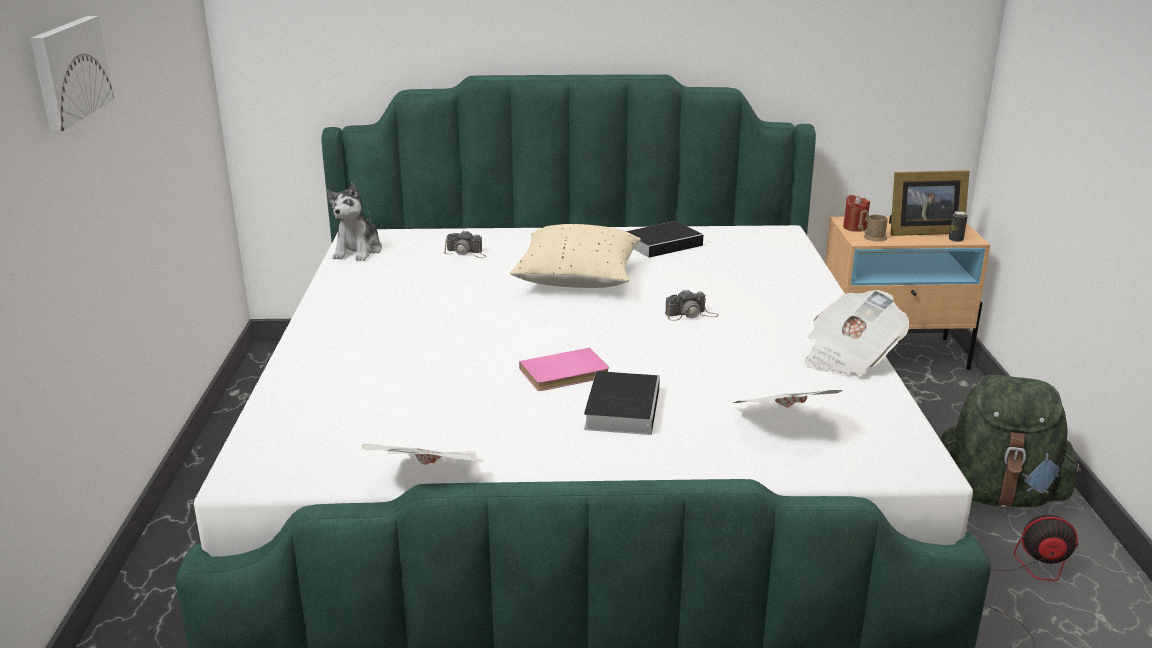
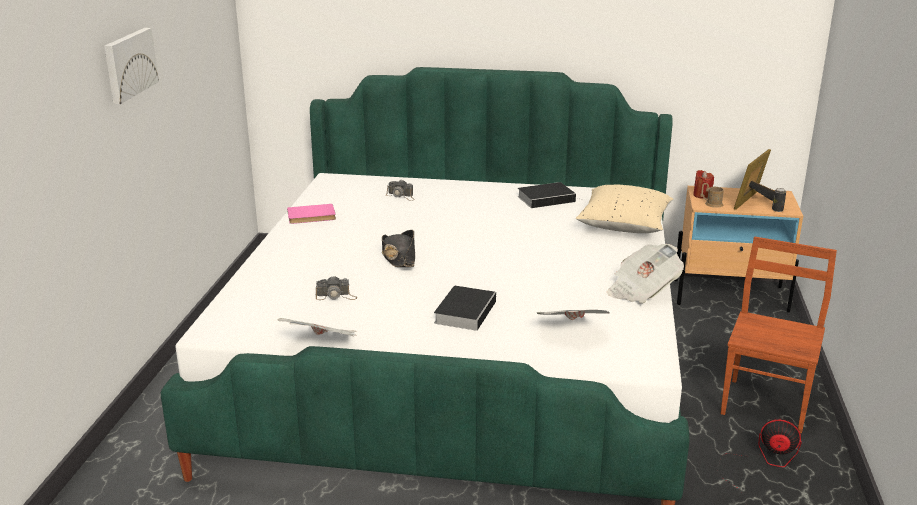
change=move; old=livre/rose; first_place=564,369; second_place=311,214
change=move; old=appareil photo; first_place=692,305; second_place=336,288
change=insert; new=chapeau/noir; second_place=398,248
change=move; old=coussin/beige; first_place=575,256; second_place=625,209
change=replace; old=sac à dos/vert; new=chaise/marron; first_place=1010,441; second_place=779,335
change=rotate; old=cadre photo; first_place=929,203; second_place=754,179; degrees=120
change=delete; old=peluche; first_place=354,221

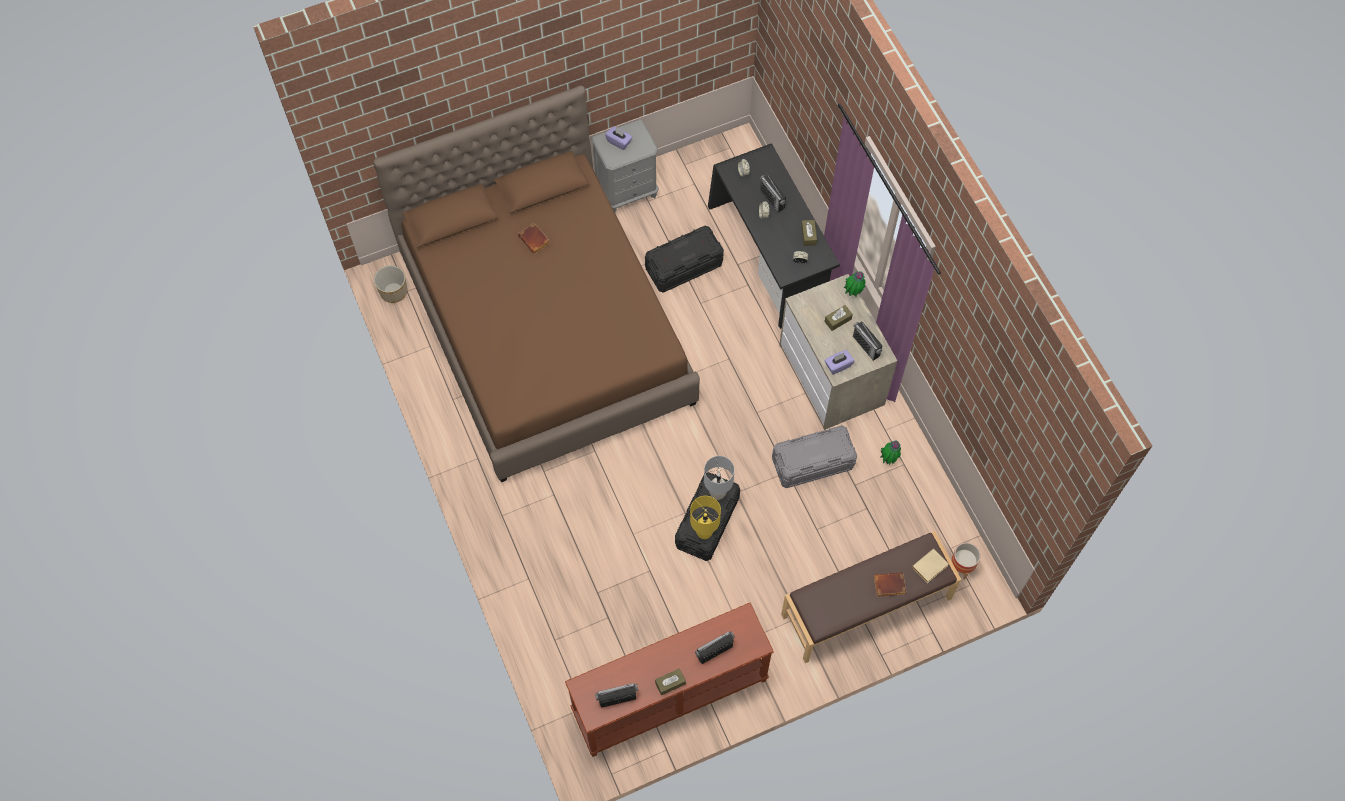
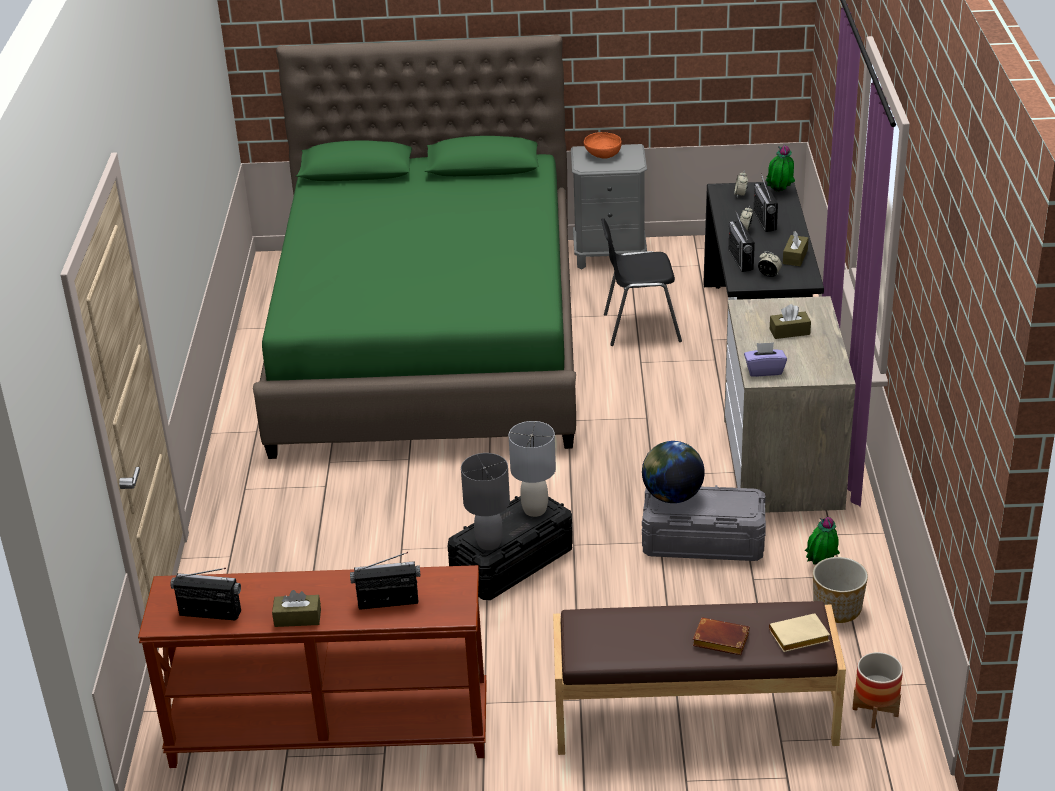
change=recolor; old=lit/marron; new=lit/vert; first_place=536,283; second_place=414,247
change=recolor; old=lampe de table/jaune; new=lampe de table/gris; first_place=705,517; second_place=485,501
change=replace; old=boîte à mouchoirs/violet; new=bol/orange; first_place=619,138; second_place=603,145
change=replace; old=boîte de rangement/noir; new=chaise/noir; first_place=684,259; second_place=641,282
change=insert; new=globe; second_place=673,472
change=move; old=radio; first_place=868,341; second_place=742,241
change=move; old=plante en pot; first_place=855,283; second_place=780,168
change=move; old=cache-pot; first_place=390,284; second_place=840,590
change=delete; old=livre/marron; first_place=534,238

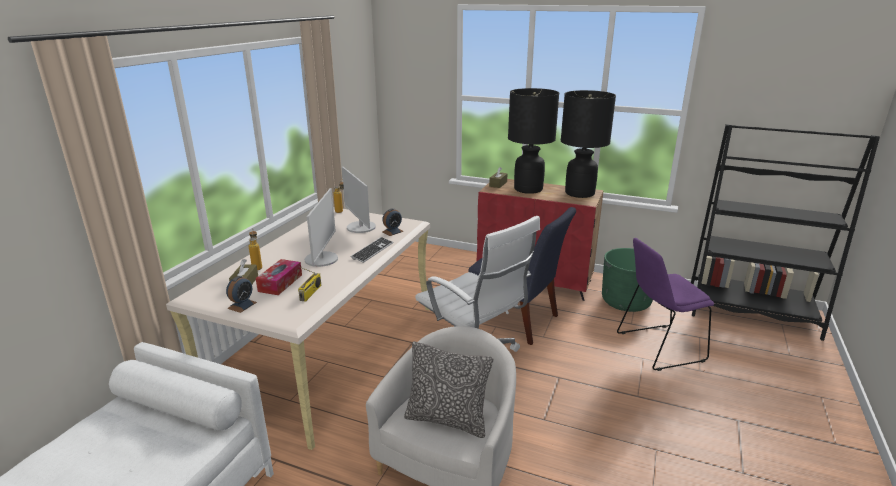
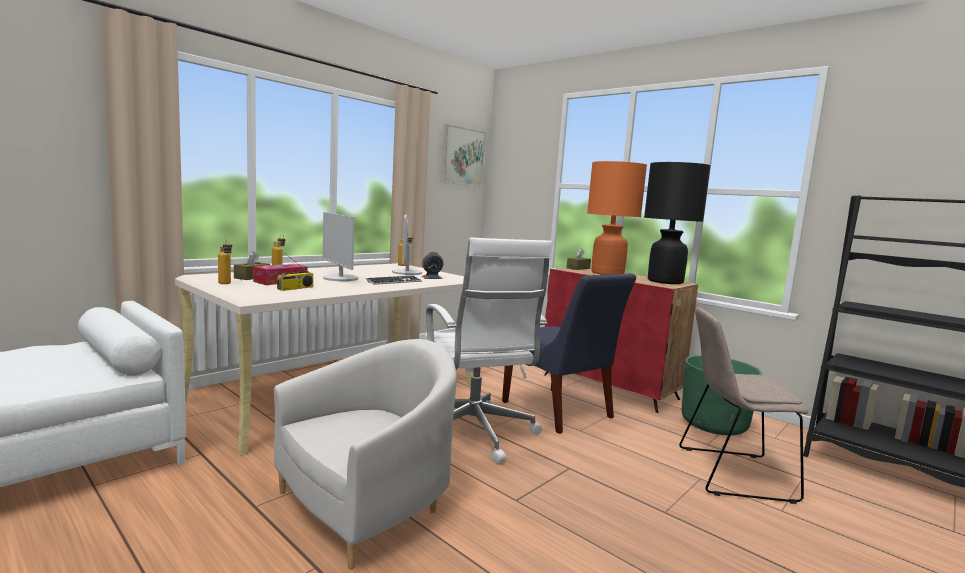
change=replace; old=réveil; new=bouteille; first_place=241,294; second_place=225,261
change=rotate; old=écran d'ordinateur; first_place=321,227; second_place=340,246; degrees=120
change=insert; new=tableau; second_place=464,155
change=recolor; old=lampe de table/noir; new=lampe de table/orange; first_place=533,141; second_place=617,218
change=recolor; old=chaise/violet; new=chaise/beige; first_place=665,304; second_place=743,405
change=delete; old=coussin; first_place=449,389

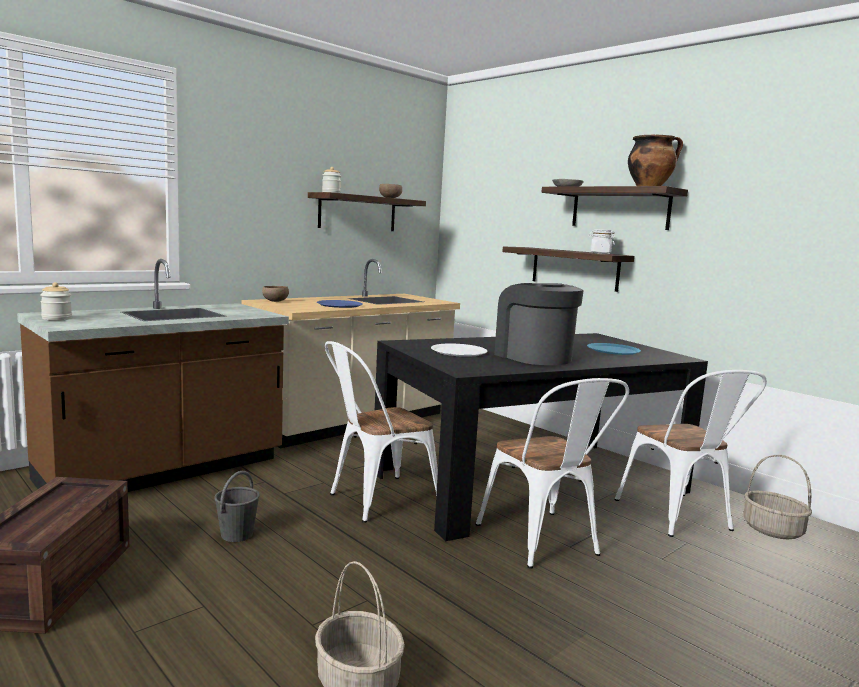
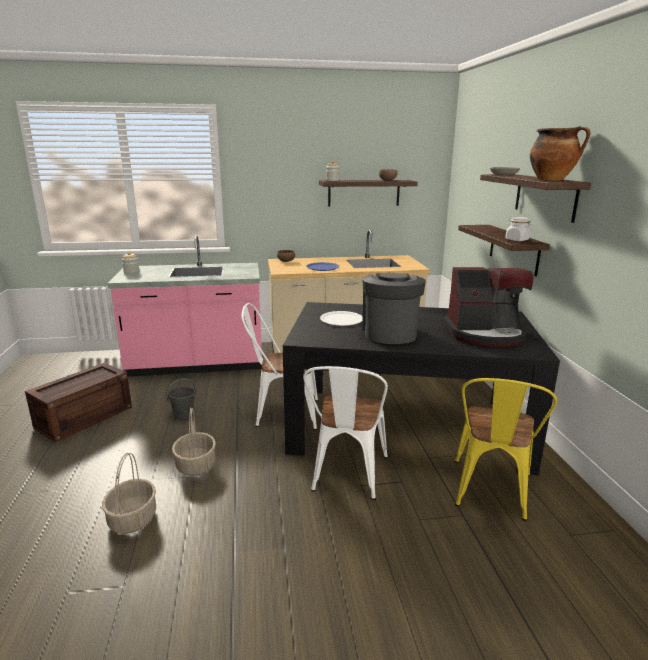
change=recolor; old=comptoir de cuisine/marron; new=comptoir de cuisine/rose; first_place=153,375; second_place=184,306
change=move; old=panier; first_place=777,497; second_place=194,442
change=replace; old=assiette/bleu; new=machine à café; first_place=614,349; second_place=488,307
change=recolor; old=chaise/blanc; new=chaise/jaune; first_place=690,453; second_place=506,449

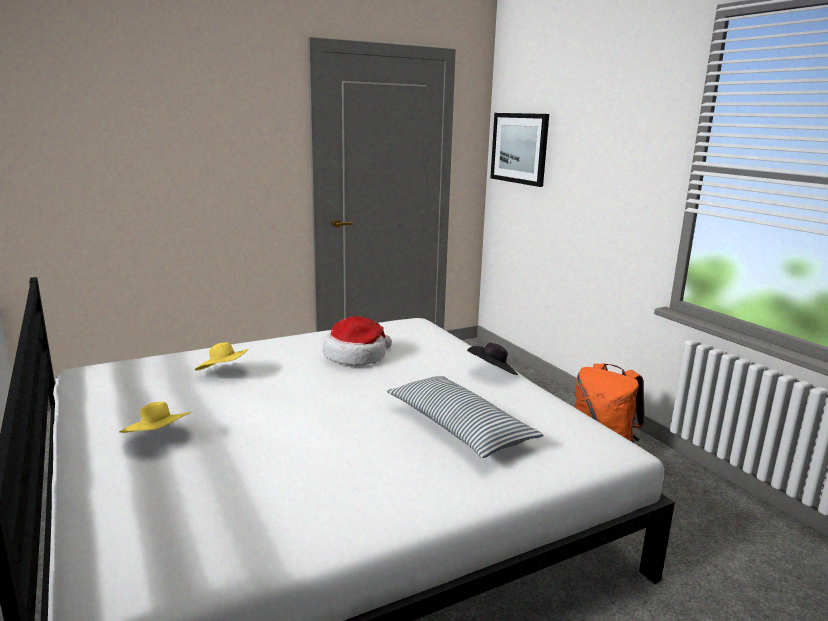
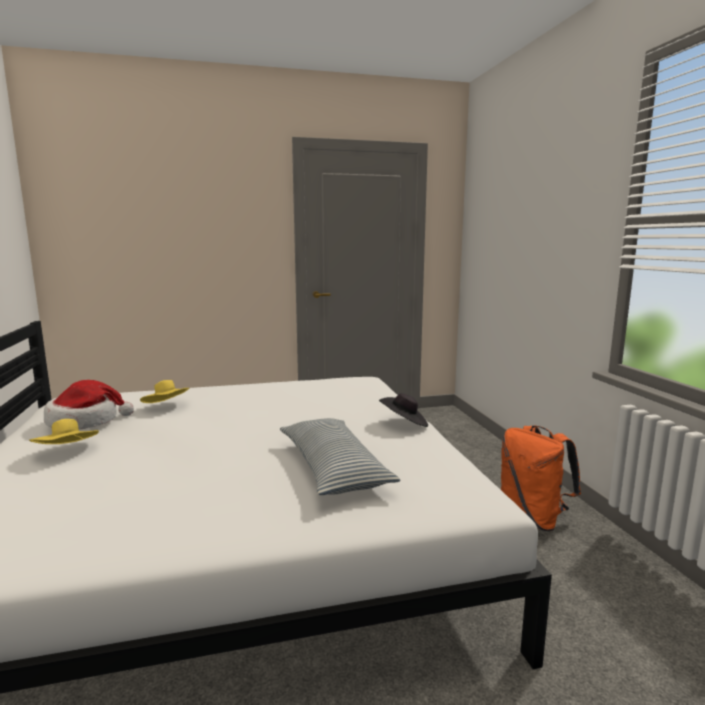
change=move; old=chapeau; first_place=357,340; second_place=89,405
change=delete; old=tableau; first_place=519,150

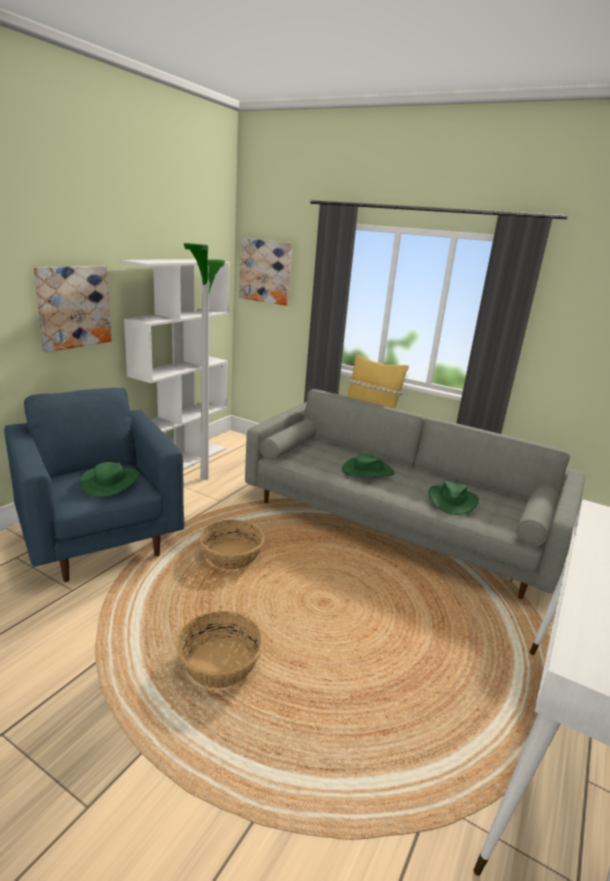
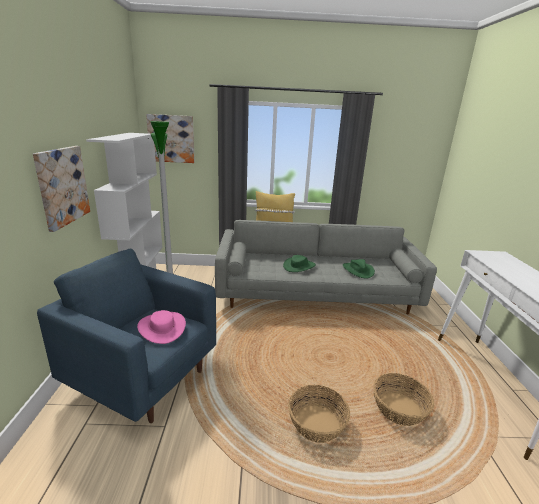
change=recolor; old=chapeau/vert; new=chapeau/rose; first_place=109,480; second_place=161,327
change=move; old=panier; first_place=231,545; second_place=403,399

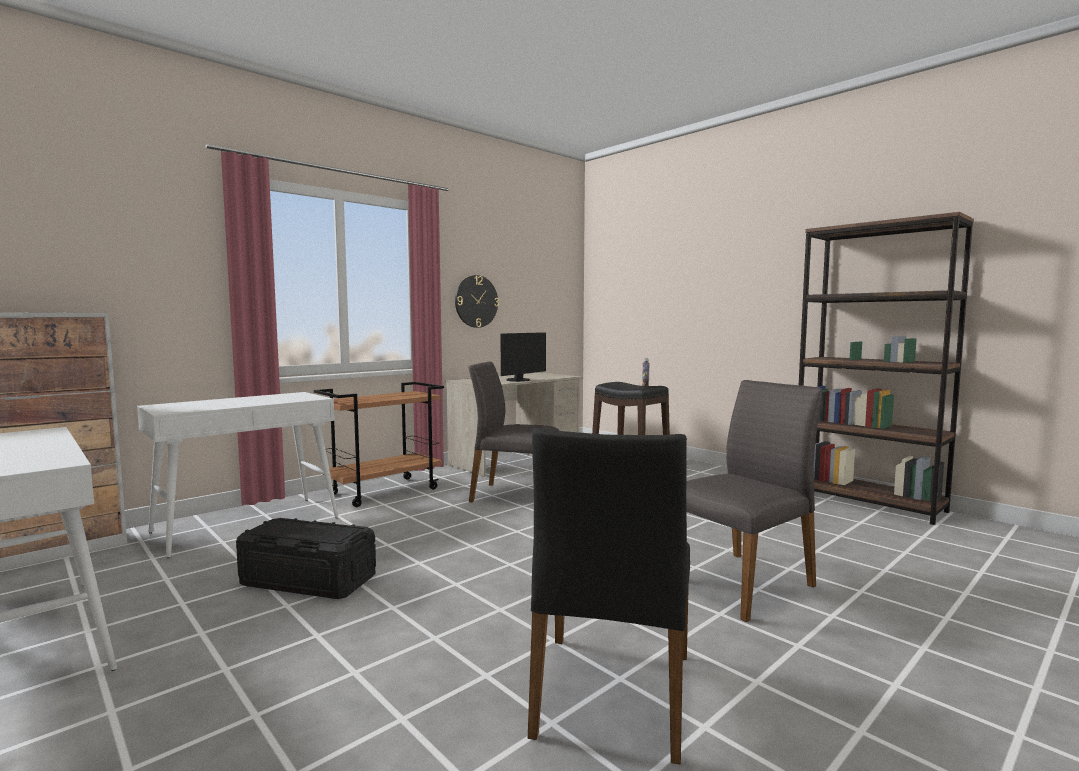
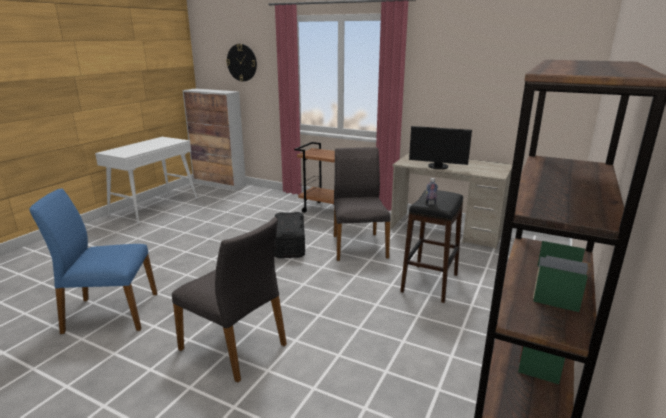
change=recolor; old=chaise/noir; new=chaise/bleu; first_place=609,596; second_place=93,261
change=move; old=horloge murale; first_place=477,301; second_place=241,63
change=move; old=boîte de rangement/noir; first_place=306,558; second_place=289,235
change=delete; old=table console/blanc; first_place=237,475

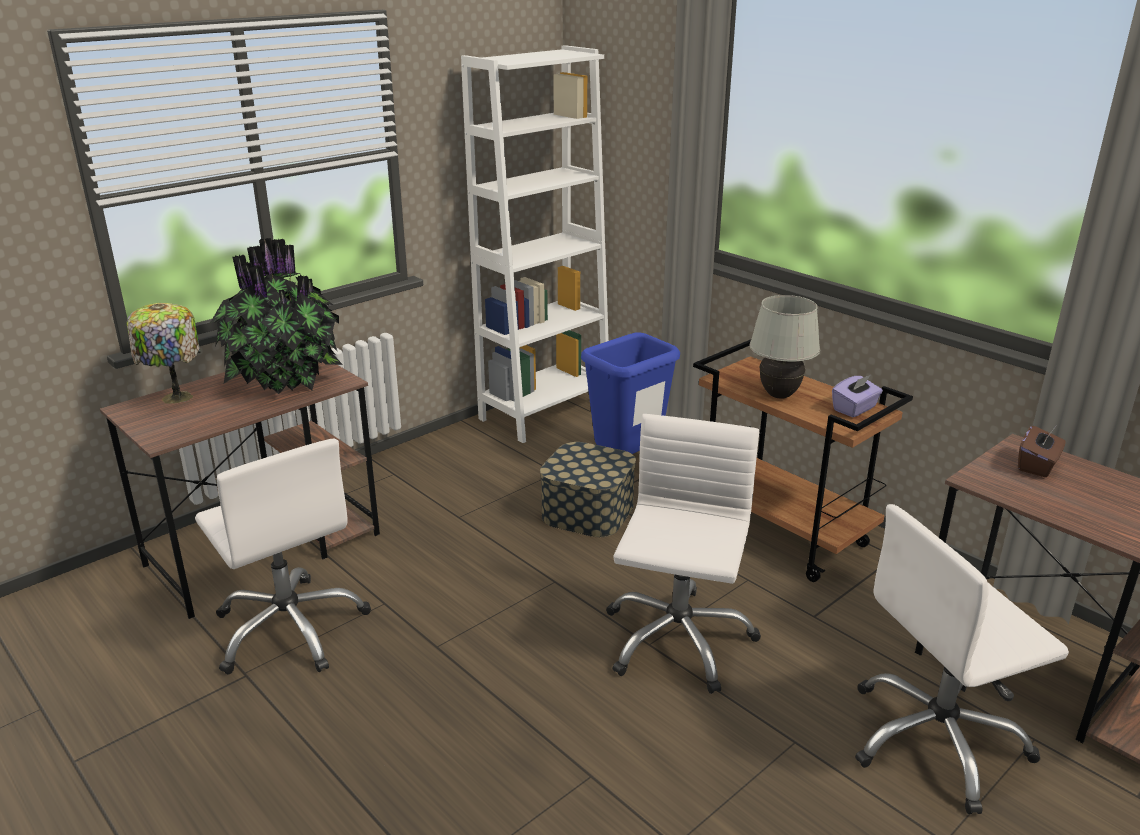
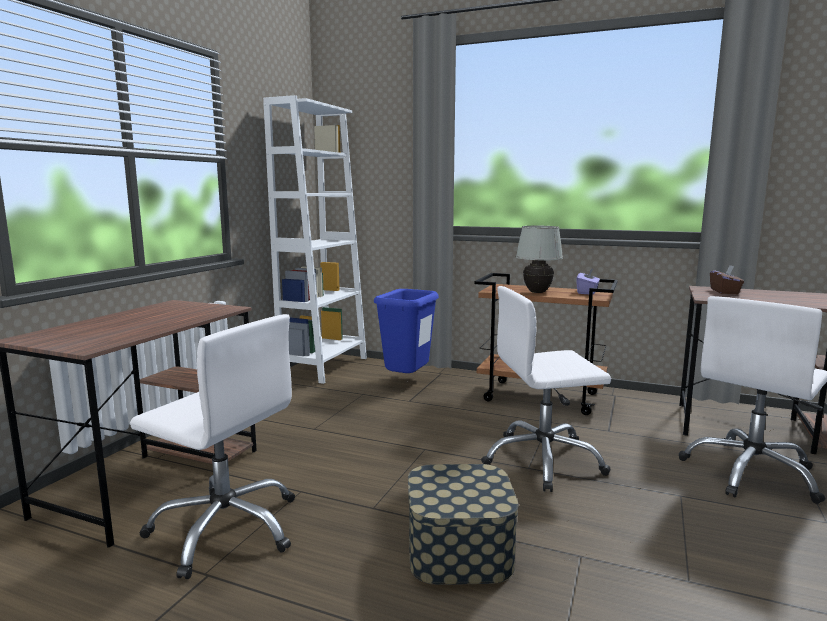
change=move; old=boîte de rangement; first_place=588,489; second_place=463,524
change=rotate; old=chaise de bureau/blanc; first_place=683,554; second_place=546,389; degrees=-90
change=delete; old=lampe de table; first_place=163,353
change=delete; old=plante en pot; first_place=276,316

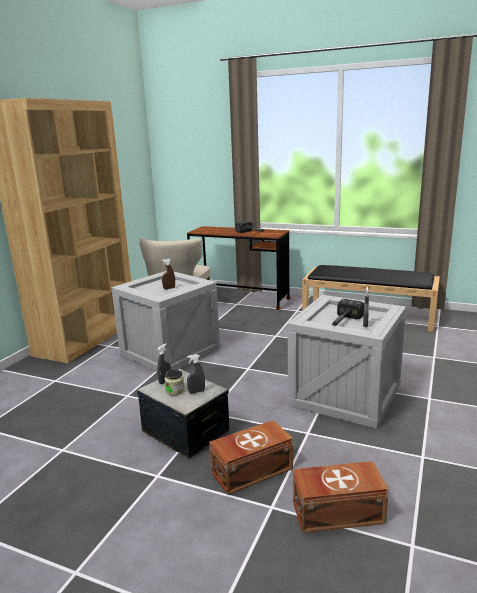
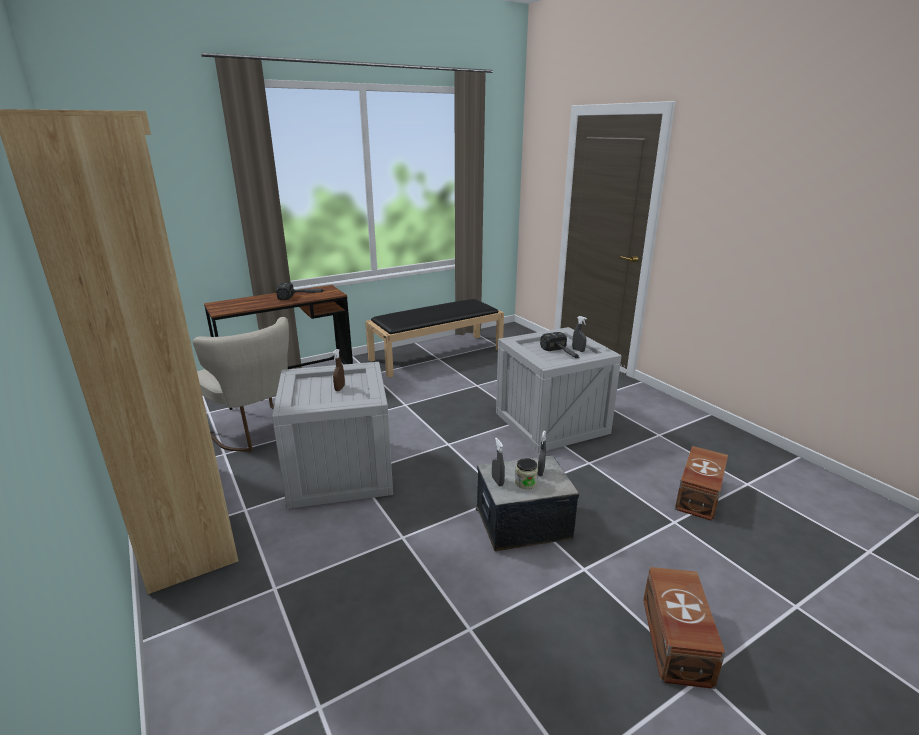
change=move; old=boîte de rangement/marron; first_place=251,457; second_place=684,628

